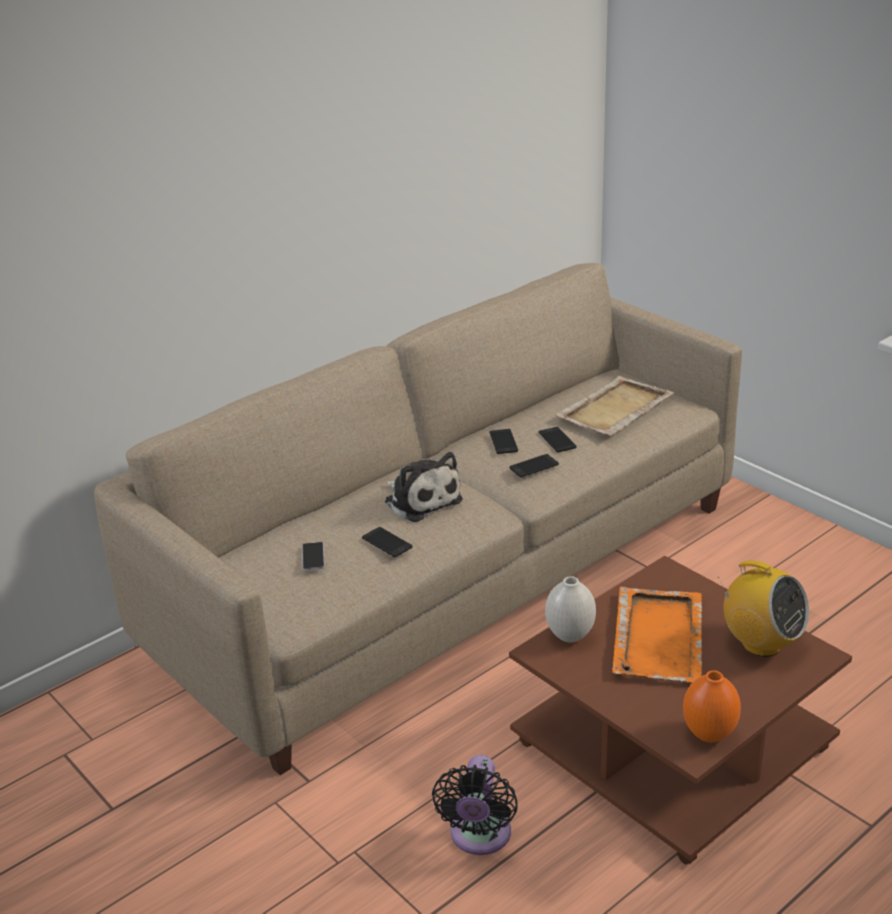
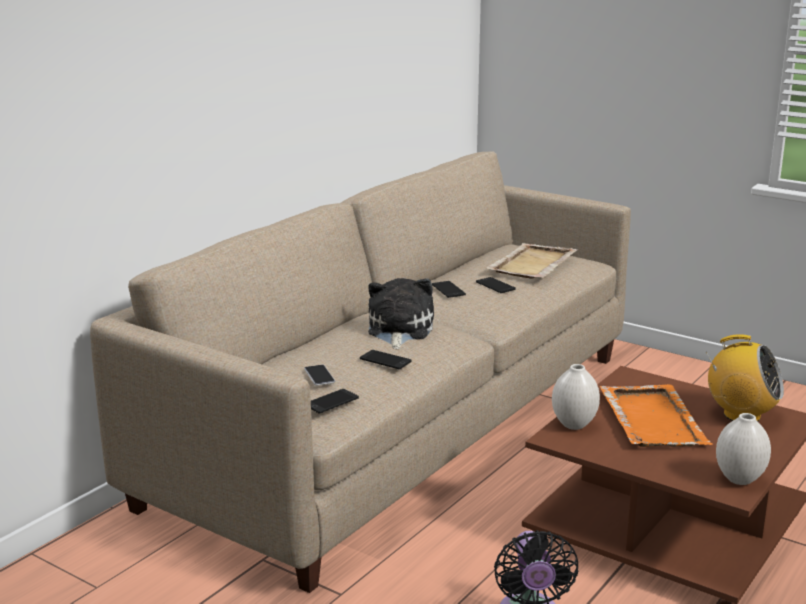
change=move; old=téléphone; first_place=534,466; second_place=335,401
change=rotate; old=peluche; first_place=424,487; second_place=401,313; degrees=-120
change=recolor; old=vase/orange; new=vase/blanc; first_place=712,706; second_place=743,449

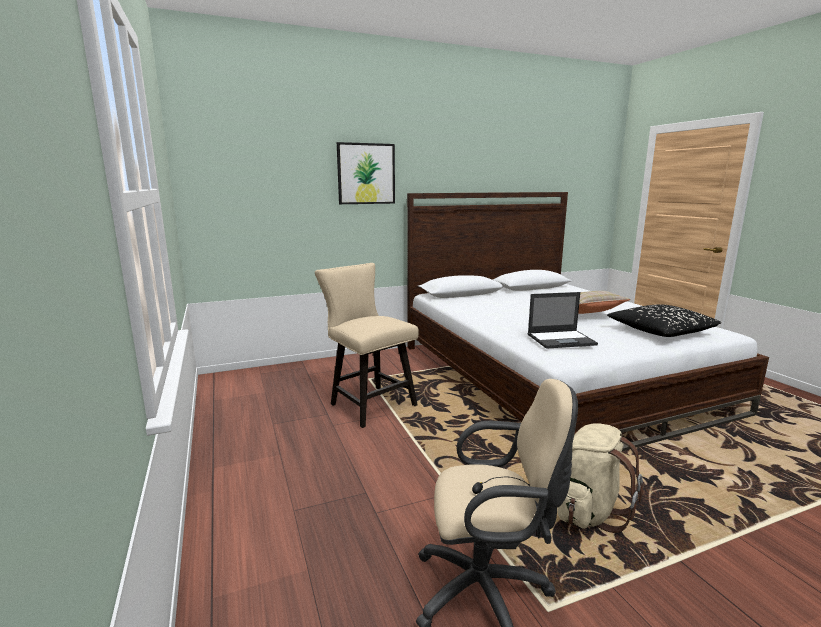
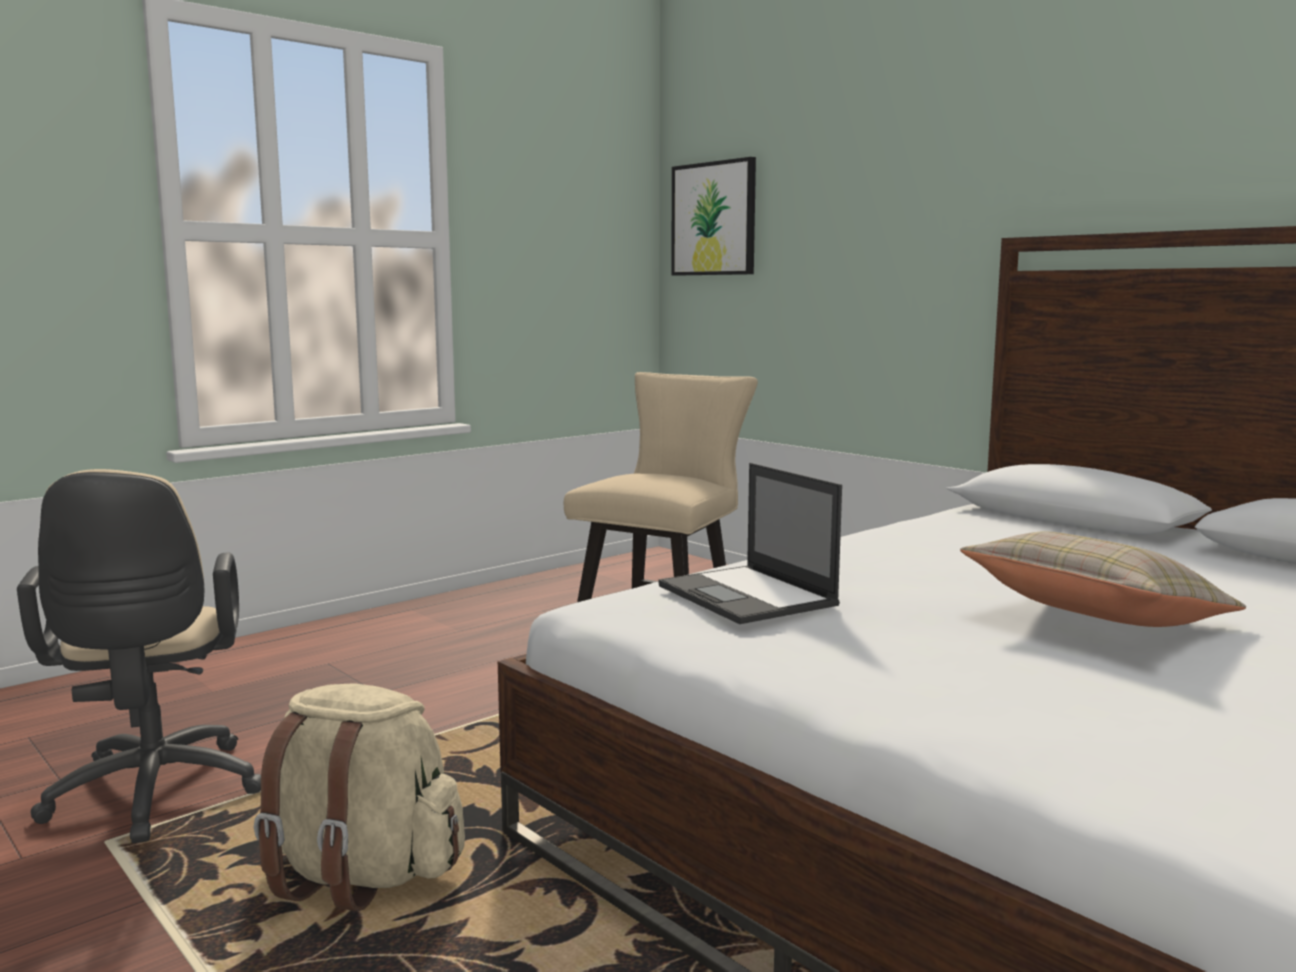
change=move; old=tableau; first_place=366,173; second_place=713,216
change=delete; old=coussin/noir; first_place=664,321

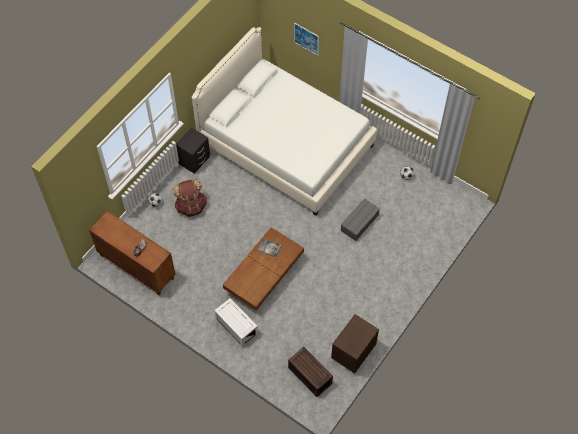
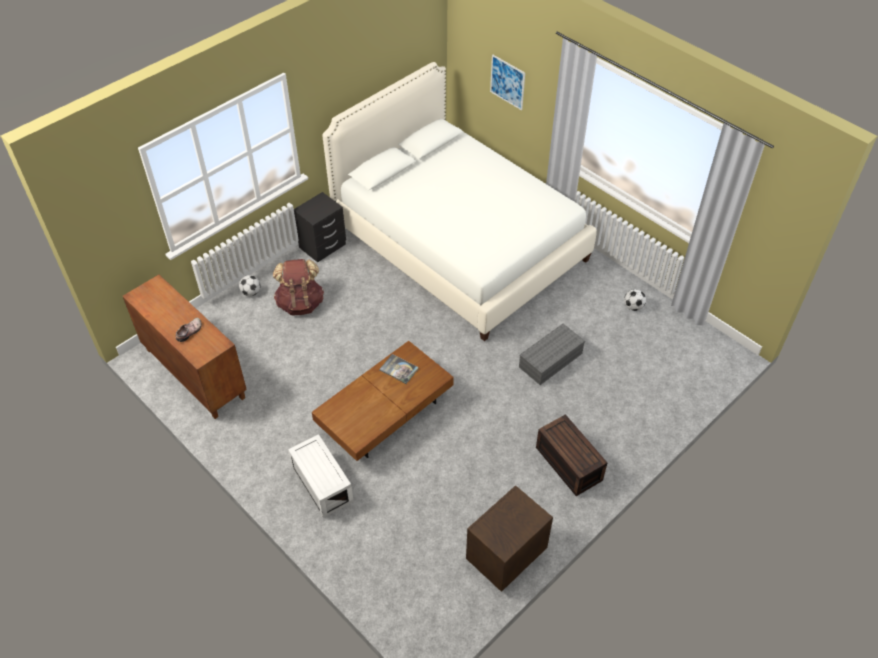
change=move; old=boîte de rangement/marron; first_place=310,372; second_place=571,455

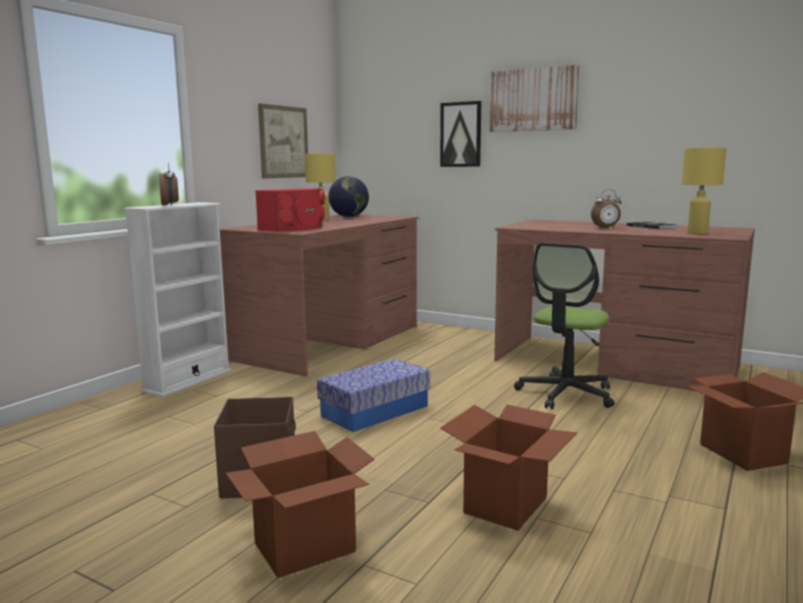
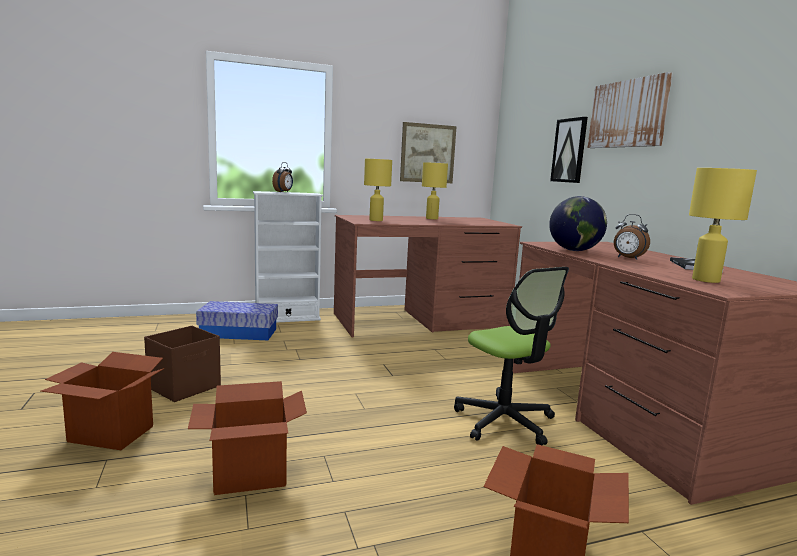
change=move; old=boîte de rangement; first_place=373,395; second_place=237,320
change=replace; old=enceinte/rouge; new=lampe de table/jaune; first_place=290,210; second_place=378,190
change=rotate; old=chaise de bureau; first_place=564,326; second_place=511,356; degrees=-105
change=move; old=globe; first_place=349,196; second_place=578,223

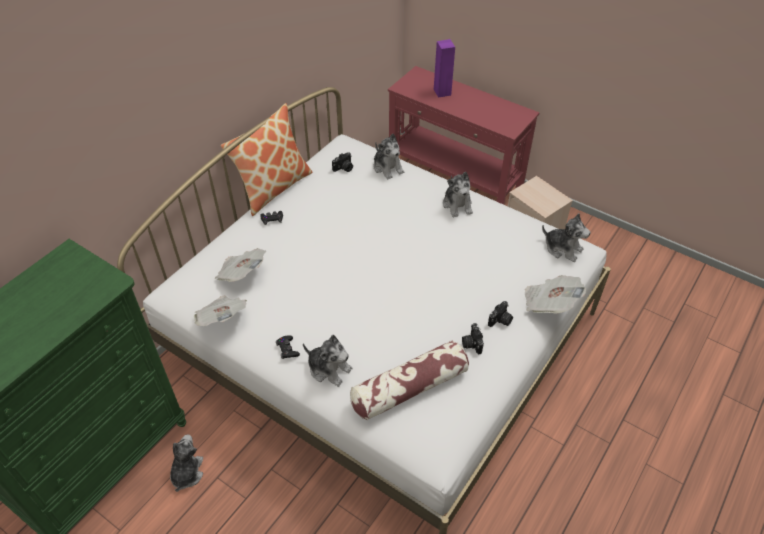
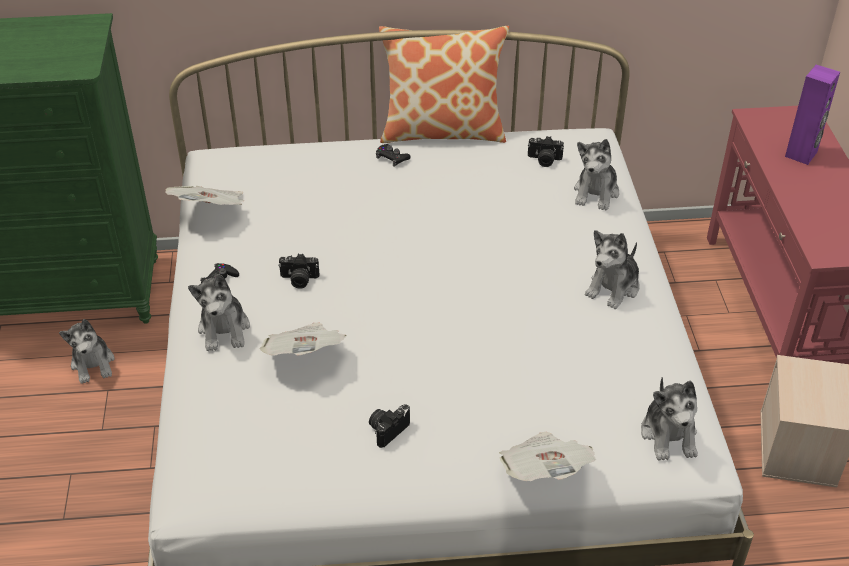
change=rotate; old=peluche; first_place=186,463; second_place=87,351; degrees=105
change=move; old=journal; first_place=240,265; second_place=303,339
change=move; old=appareil photo; first_place=500,314; second_place=299,271
change=delete; old=coussin; first_place=409,380

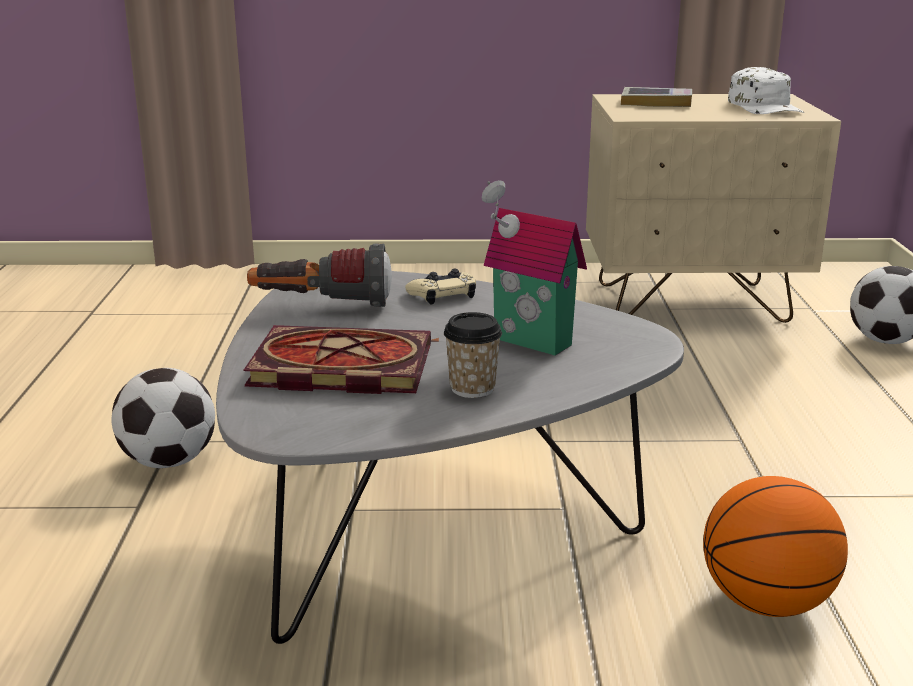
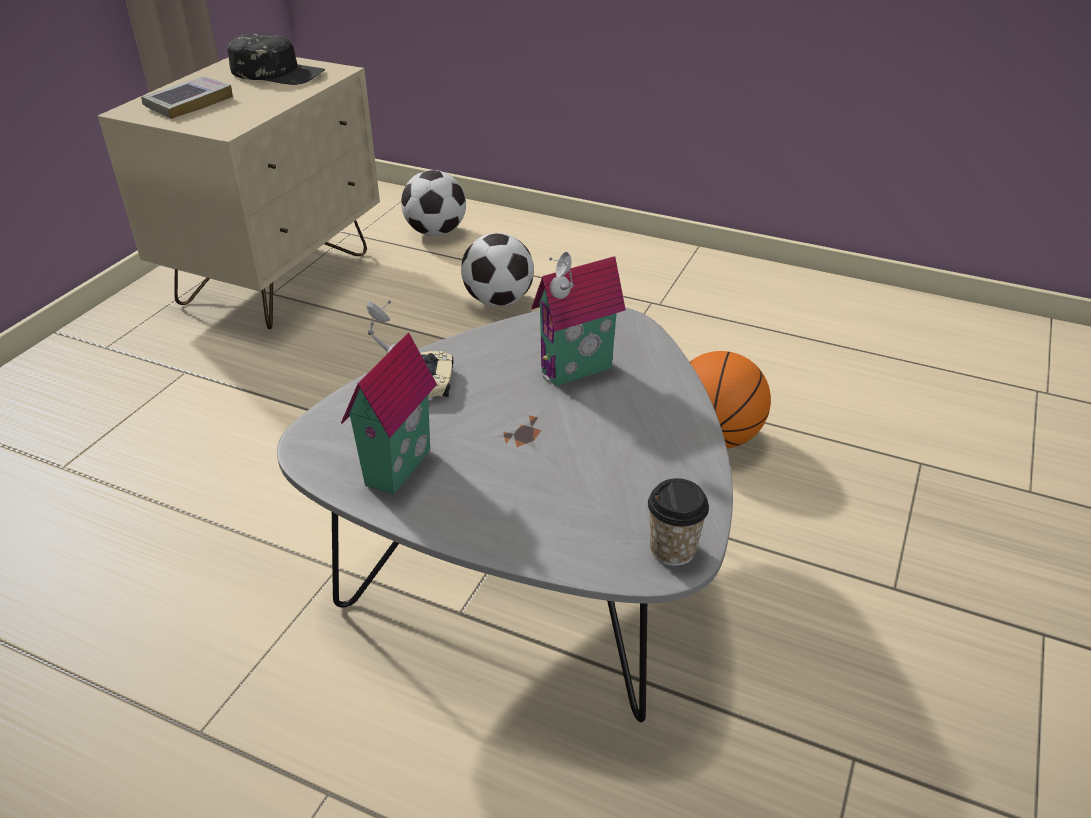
change=recolor; old=casquette/blanc; new=casquette/noir; first_place=766,90; second_place=276,59
change=replace; old=lampe de poche; new=maison miniature; first_place=319,275; second_place=389,397
change=move; old=ballon de foot; first_place=163,418; second_place=497,270
change=move; old=tasse; first_place=473,355; second_place=678,522
change=delete; old=livre; first_place=337,359

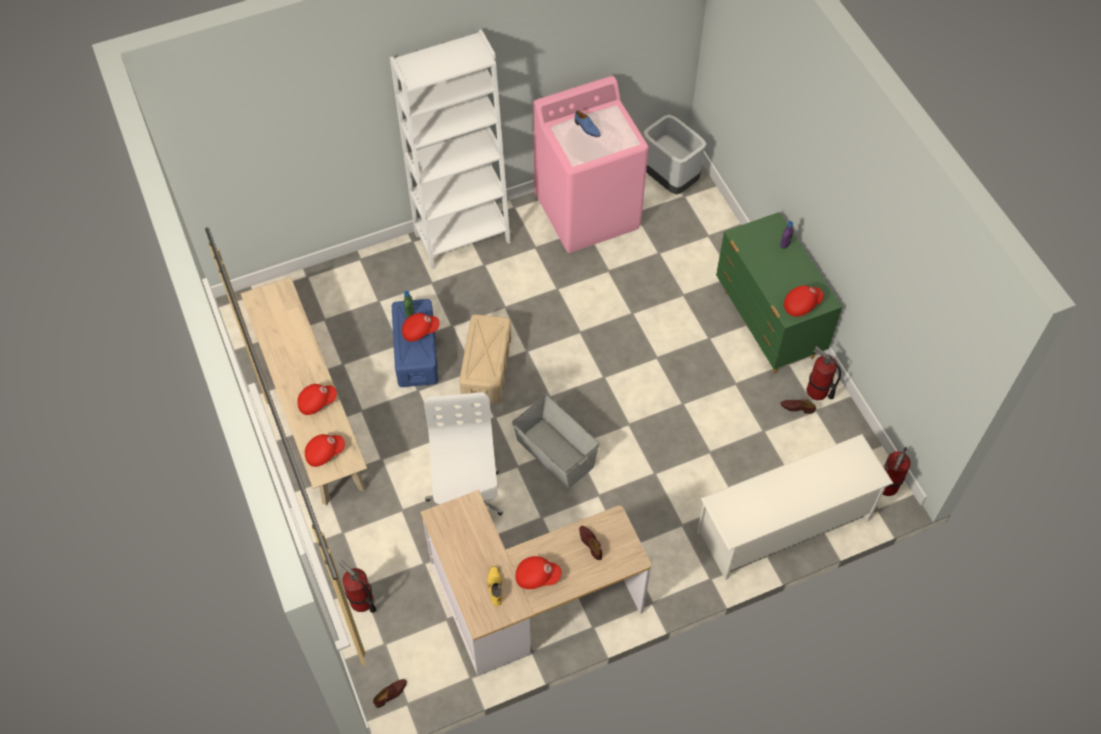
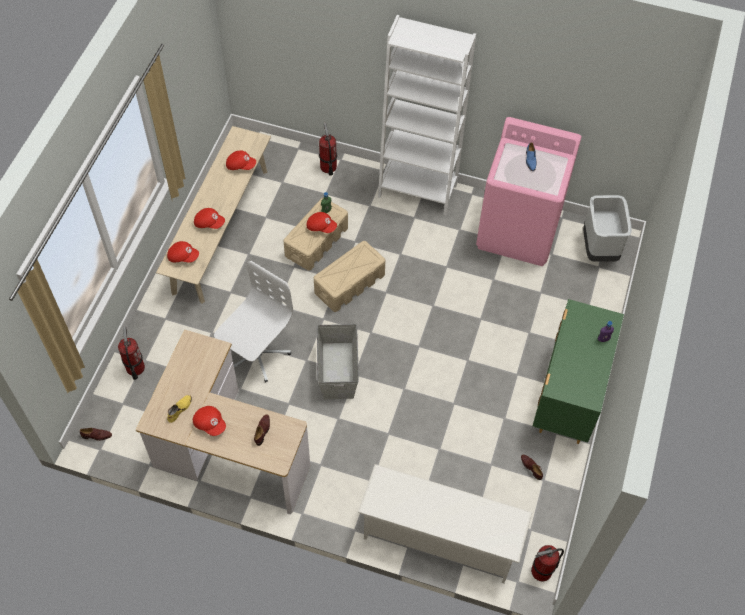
change=move; old=casquette/rouge; first_place=804,301; second_place=241,160
change=recolor; old=boîte de rangement/bleu; new=boîte de rangement/beige; first_place=415,343; second_place=315,234
change=move; old=extincteur; first_place=824,373; second_place=328,149

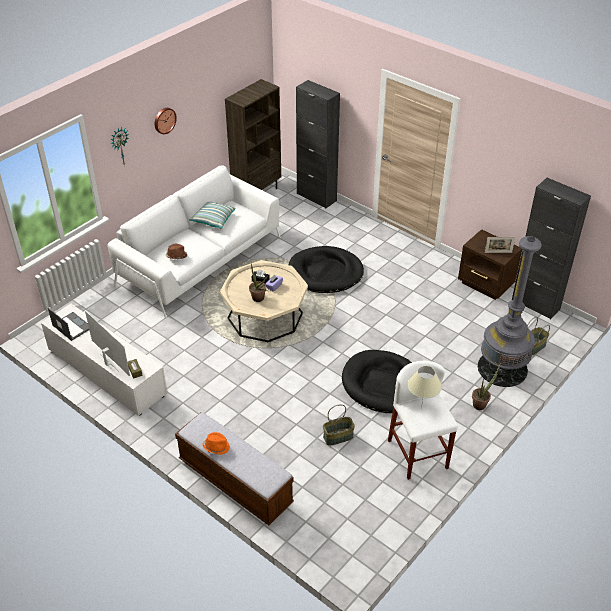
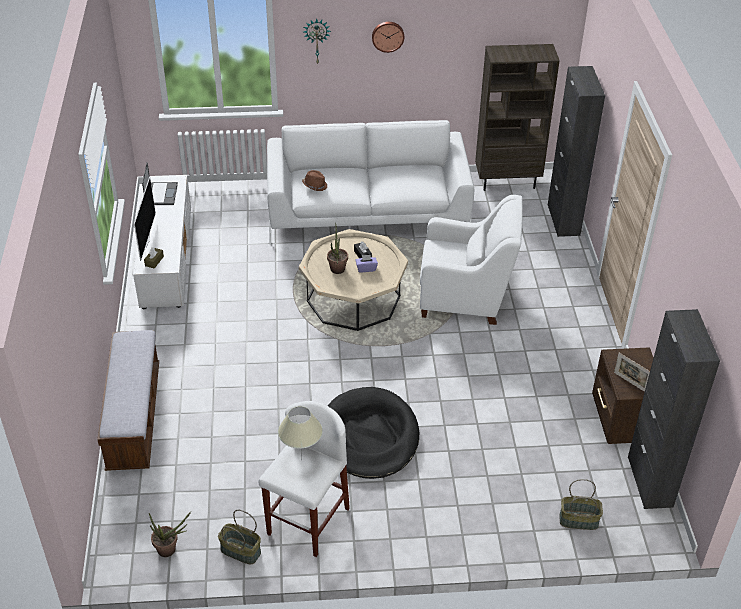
change=move; old=plante en pot; first_place=486,386; second_place=170,534
change=move; old=panier; first_place=339,425; second_place=239,537
change=replace; old=panier pour chien/noir; new=fauteuil/blanc; first_place=326,269; second_place=471,260
change=delete; old=coussin; first_place=212,215
change=delete; old=chapeau/orange; first_place=216,443
change=delete; old=lampadaire/gris; first_place=509,311

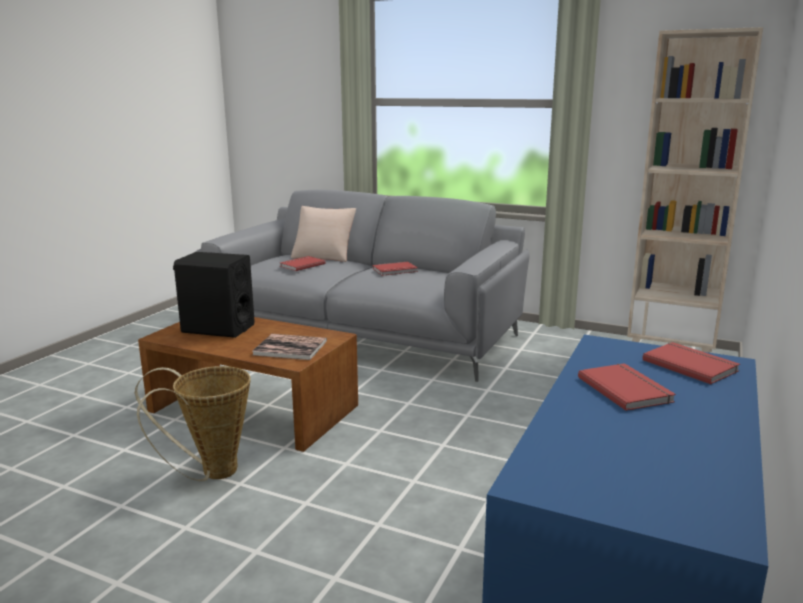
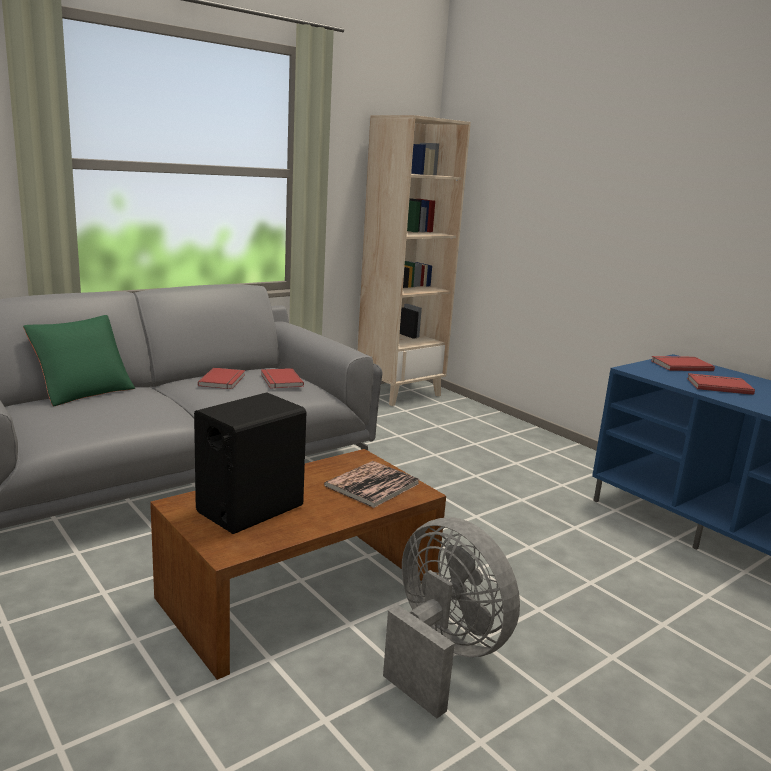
change=recolor; old=coussin/beige; new=coussin/vert; first_place=323,234; second_place=79,360
change=move; old=livre/rouge; first_place=303,263; second_place=282,378
change=replace; old=panier; new=ventilateur/gris; first_place=193,423; second_place=451,618

